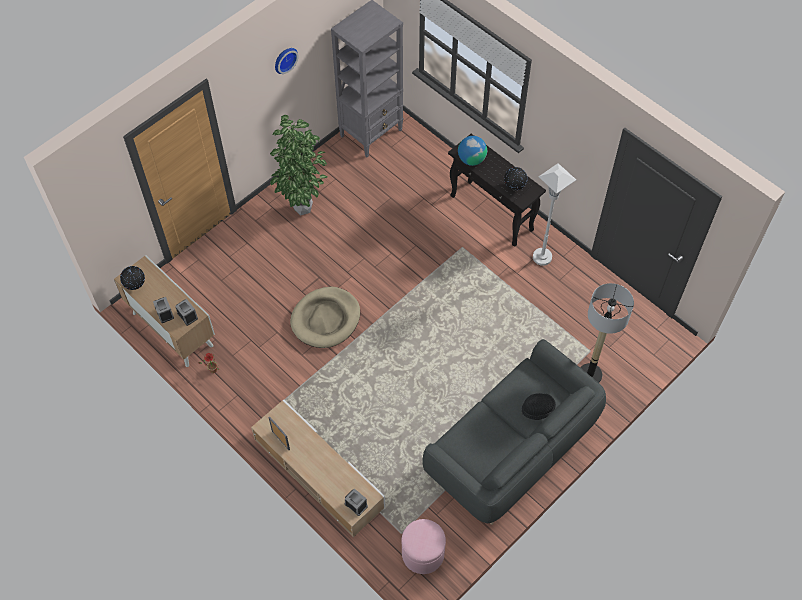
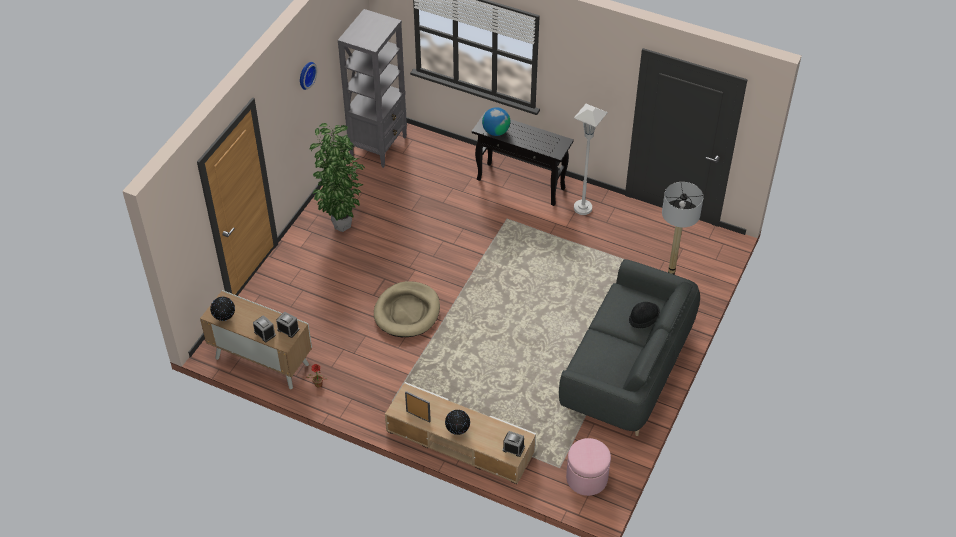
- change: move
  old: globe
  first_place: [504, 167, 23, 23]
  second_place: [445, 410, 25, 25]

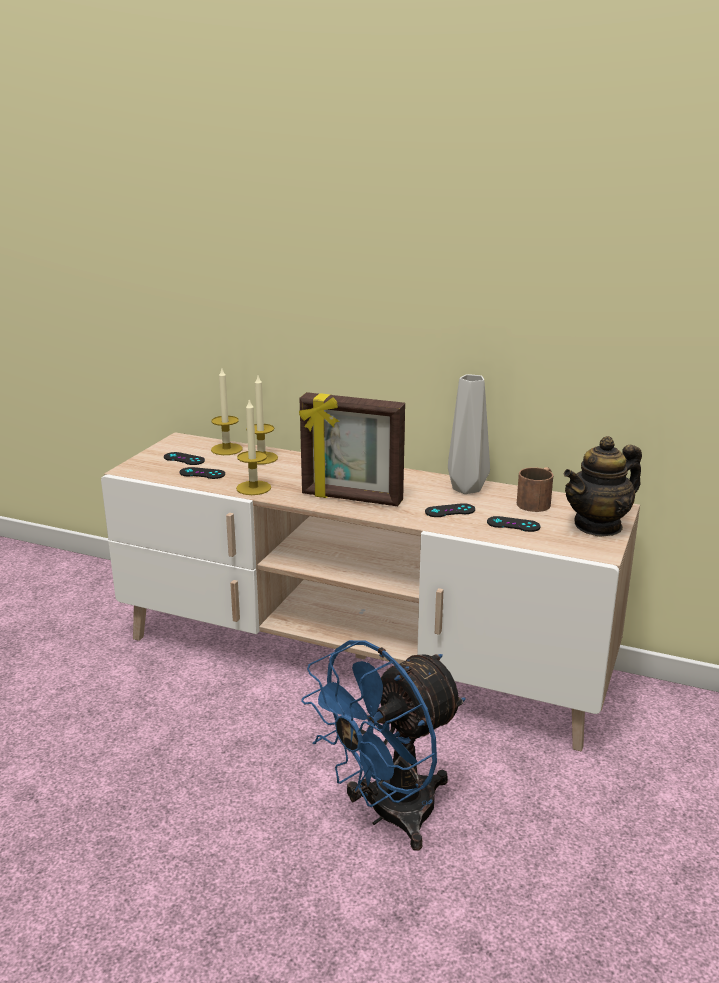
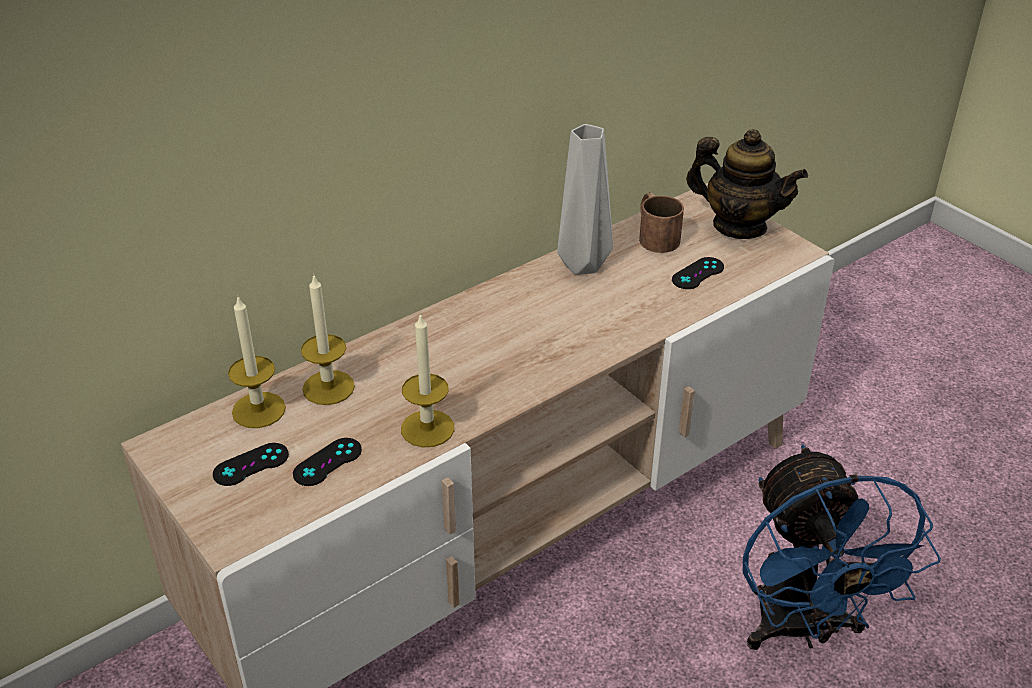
- change: rotate
  old: teapot
  first_place: [564, 436, 78, 101]
  second_place: [686, 129, 122, 110]
  degrees: -60
- change: delete
  old: picture frame
  first_place: [299, 392, 106, 114]
- change: delete
  old: black game controller
  first_place: [425, 503, 50, 14]

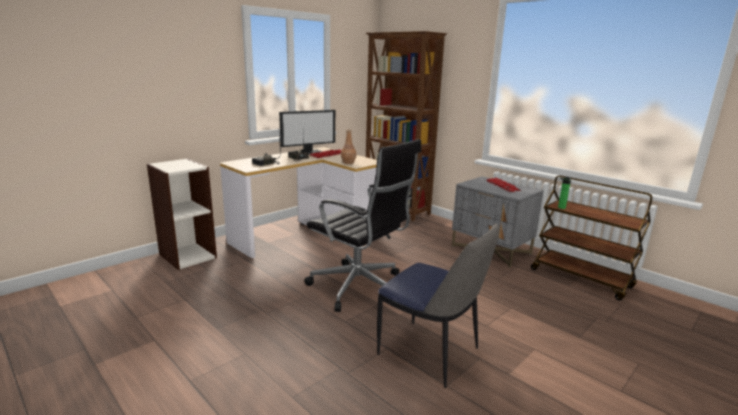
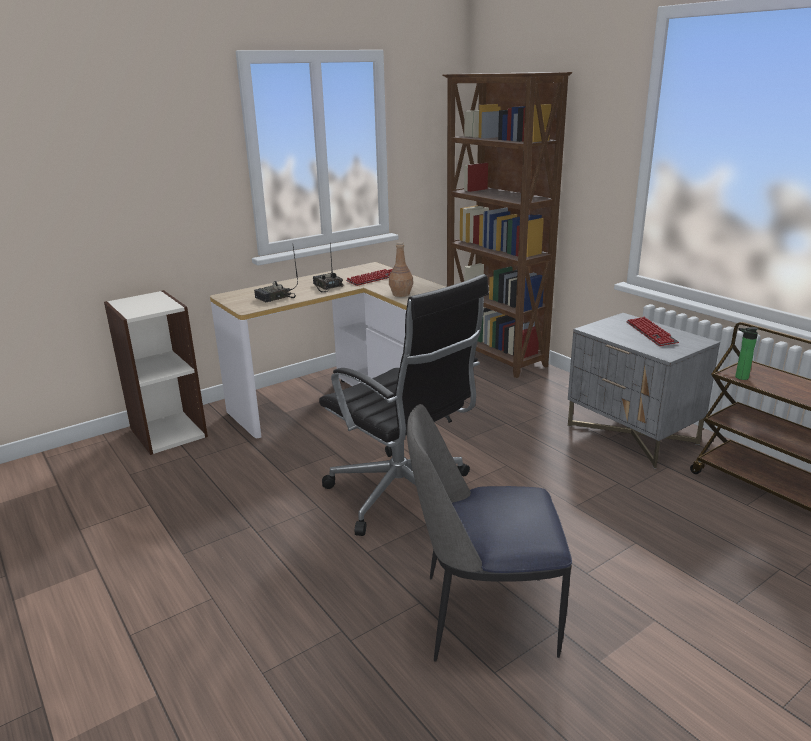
- change: rotate
  old: chair
  first_place: [377, 223, 122, 165]
  second_place: [407, 404, 165, 257]
  degrees: 135
- change: delete
  old: monitor
  first_place: [279, 110, 56, 44]

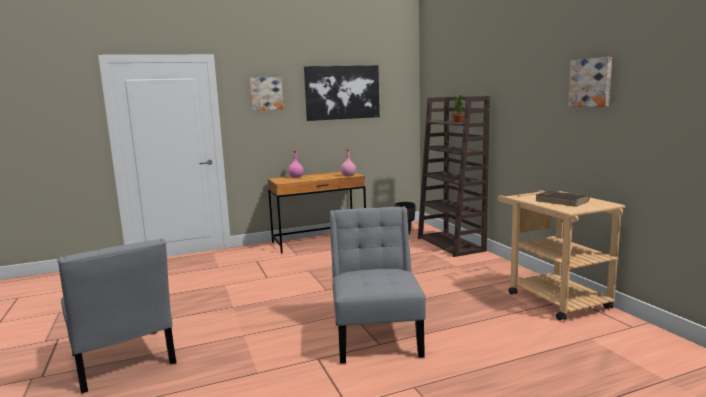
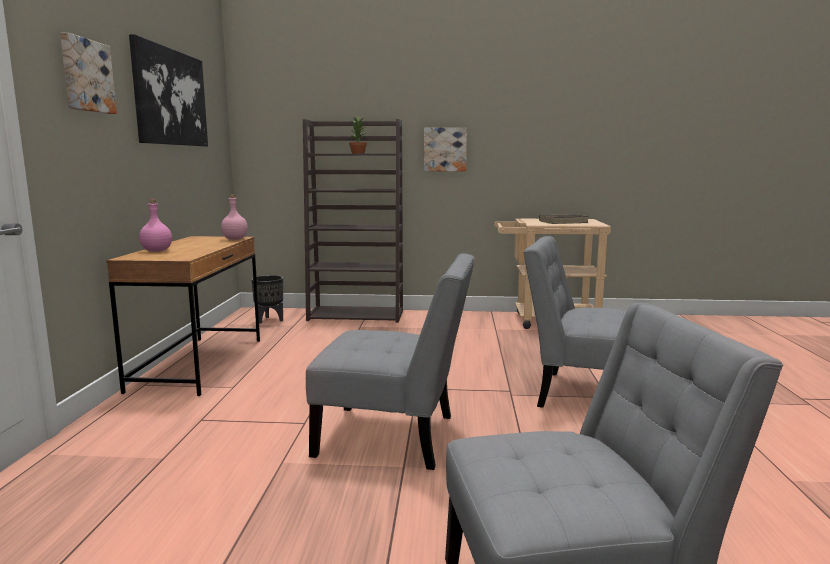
- change: insert
  new: grey chair
  second_place: [306, 253, 169, 217]
- change: move
  old: picture
  first_place: [568, 57, 44, 50]
  second_place: [424, 127, 43, 44]

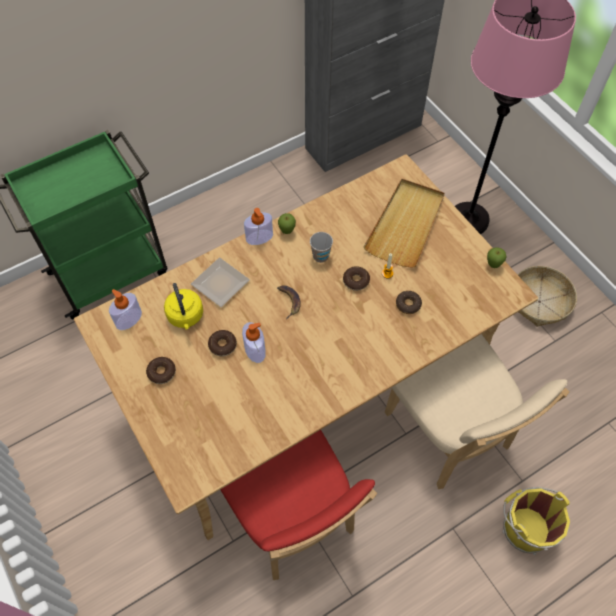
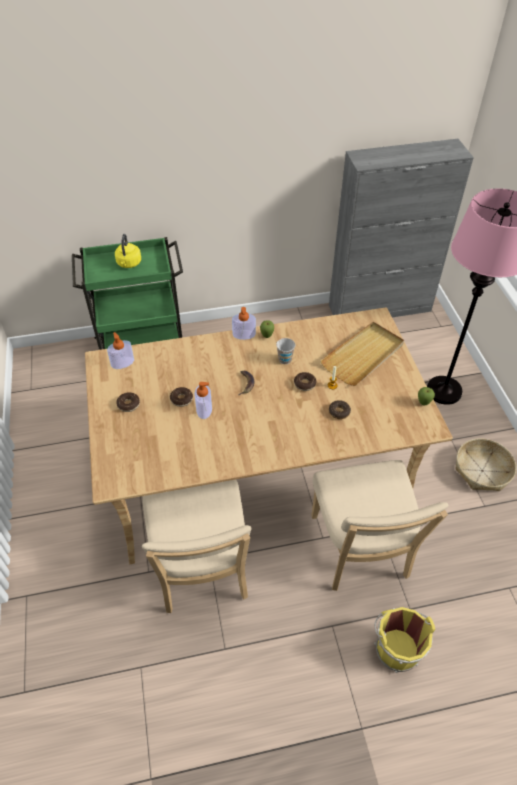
- change: move
  old: yellow kettle
  first_place: [164, 283, 39, 46]
  second_place: [115, 234, 26, 34]
- change: recolor
  old: red chair
  new: beige chair
  first_place: [220, 430, 157, 150]
  second_place: [142, 479, 110, 134]
- change: delete
  old: plate
  first_place: [191, 258, 59, 49]

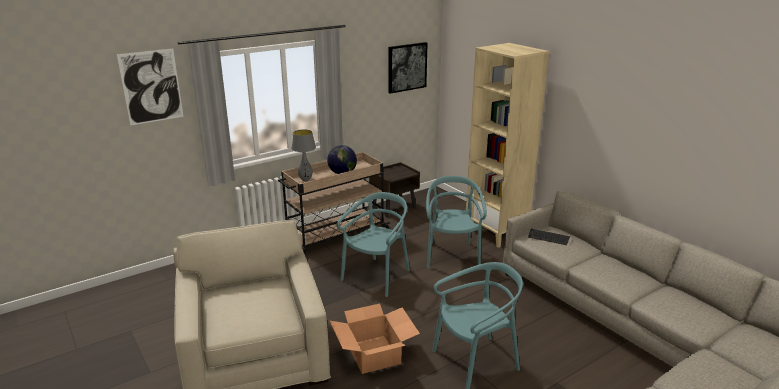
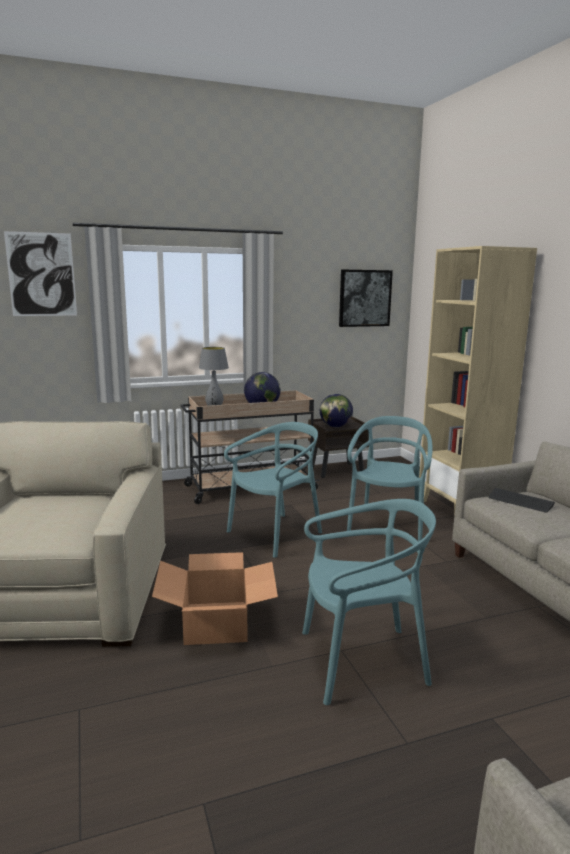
- change: insert
  new: globe
  second_place: [320, 394, 33, 33]

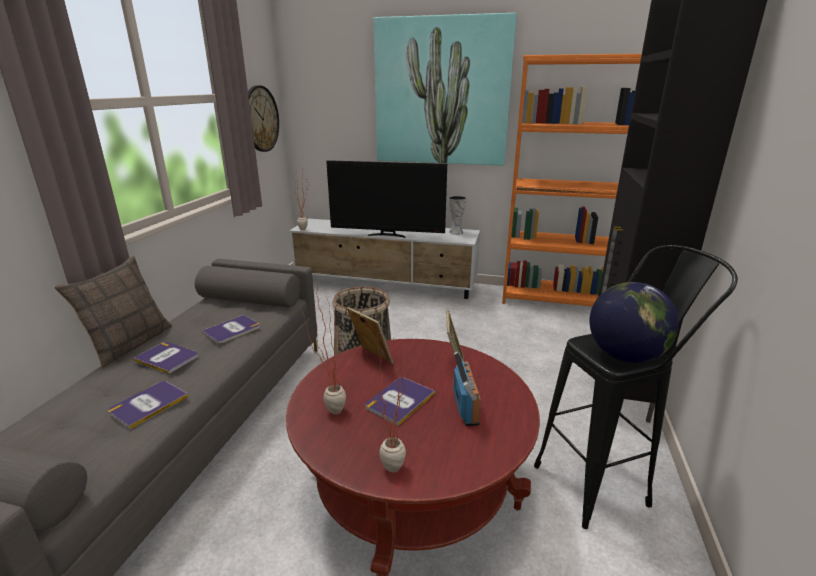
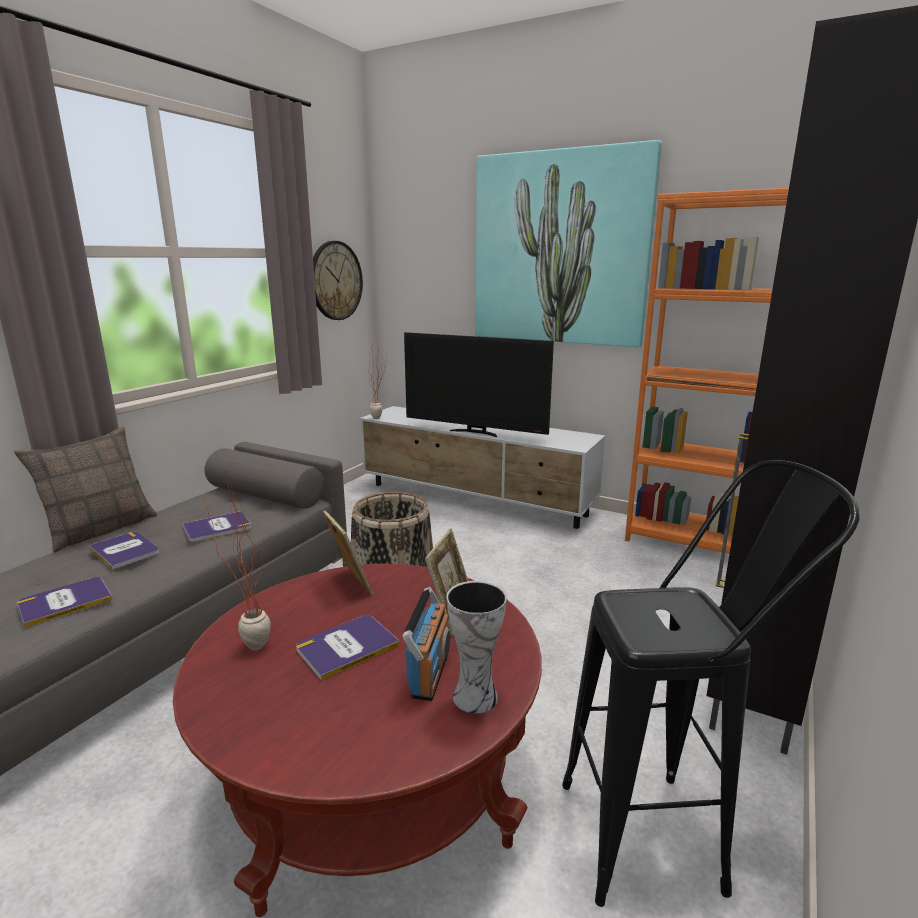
- change: move
  old: vase
  first_place: [449, 196, 18, 39]
  second_place: [447, 581, 60, 132]
- change: delete
  old: potted plant
  first_place: [360, 330, 46, 142]
- change: delete
  old: globe
  first_place: [589, 282, 90, 81]

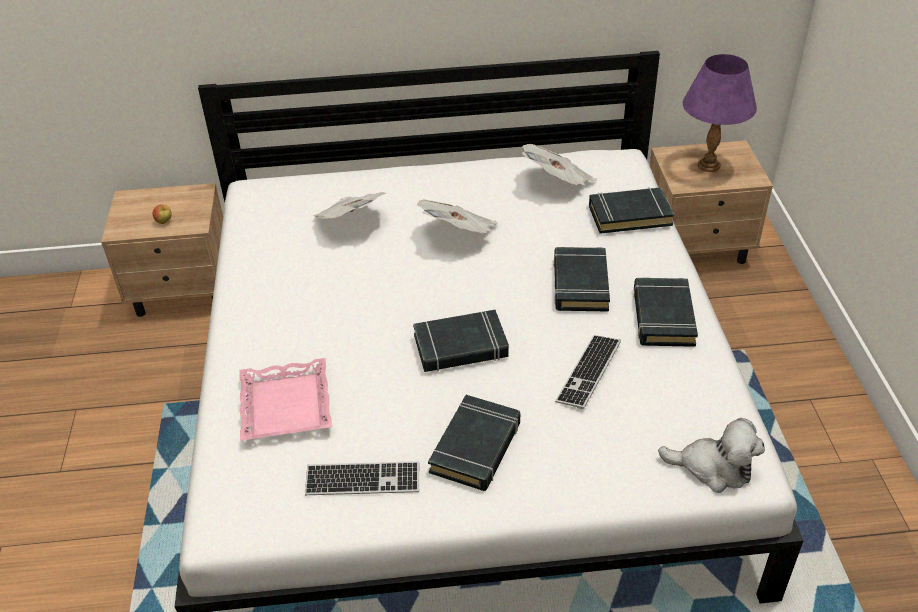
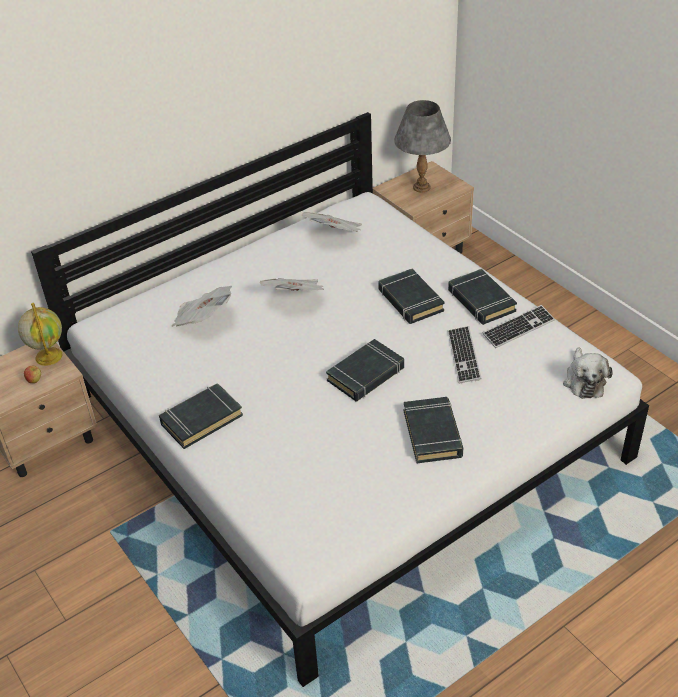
- change: insert
  new: globe
  second_place: [18, 303, 45, 63]
- change: move
  old: black book
  first_place: [589, 187, 86, 47]
  second_place: [159, 383, 84, 66]
- change: recolor
  old: purple table lamp
  new: grey table lamp
  first_place: [683, 54, 74, 118]
  second_place: [394, 100, 57, 93]
- change: move
  old: keyboard
  first_place: [305, 461, 114, 34]
  second_place: [482, 305, 73, 43]
- change: rotate
  old: plush toy
  first_place: [658, 418, 107, 75]
  second_place: [563, 347, 50, 52]
  degrees: 105
- change: delete
  old: pink tray
  first_place: [239, 358, 93, 83]

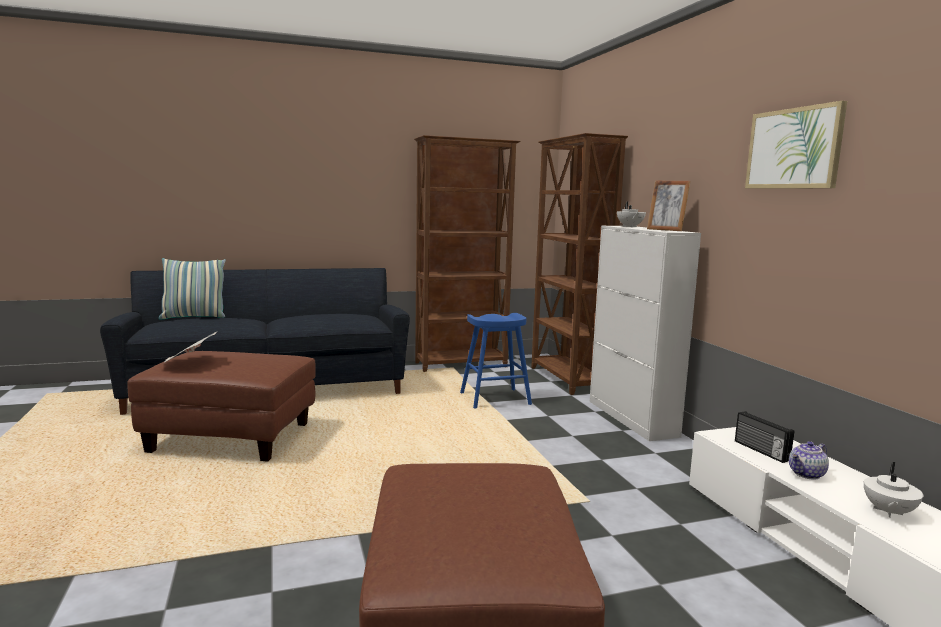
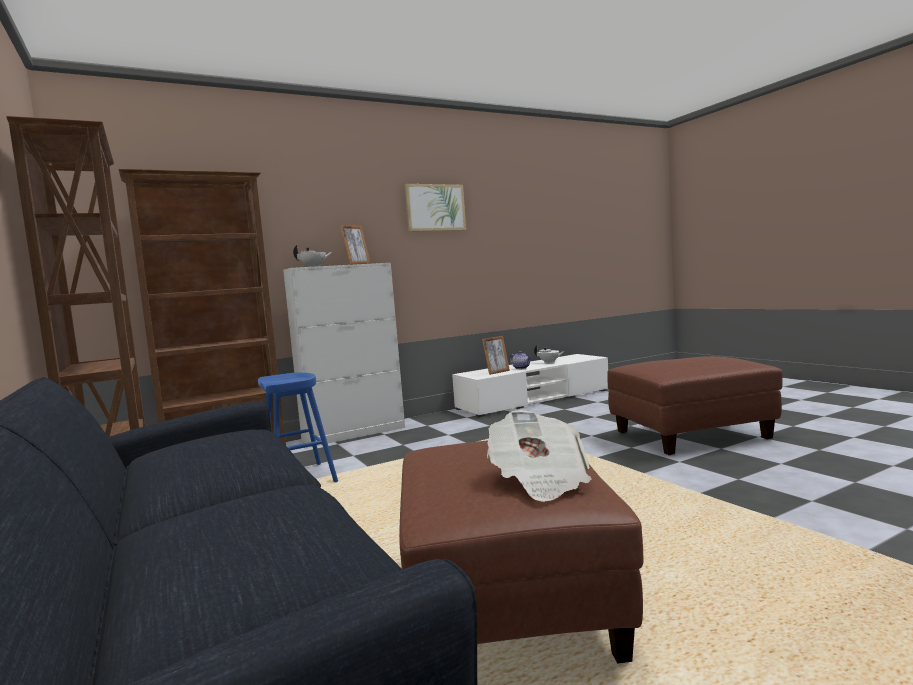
- change: replace
  old: radio
  new: picture frame
  first_place: [735, 411, 59, 52]
  second_place: [482, 336, 28, 39]
- change: delete
  old: pillow
  first_place: [159, 258, 67, 62]

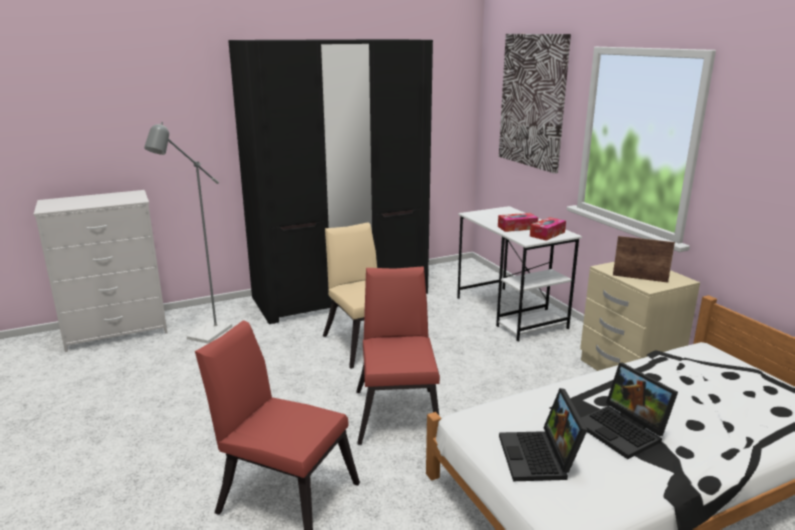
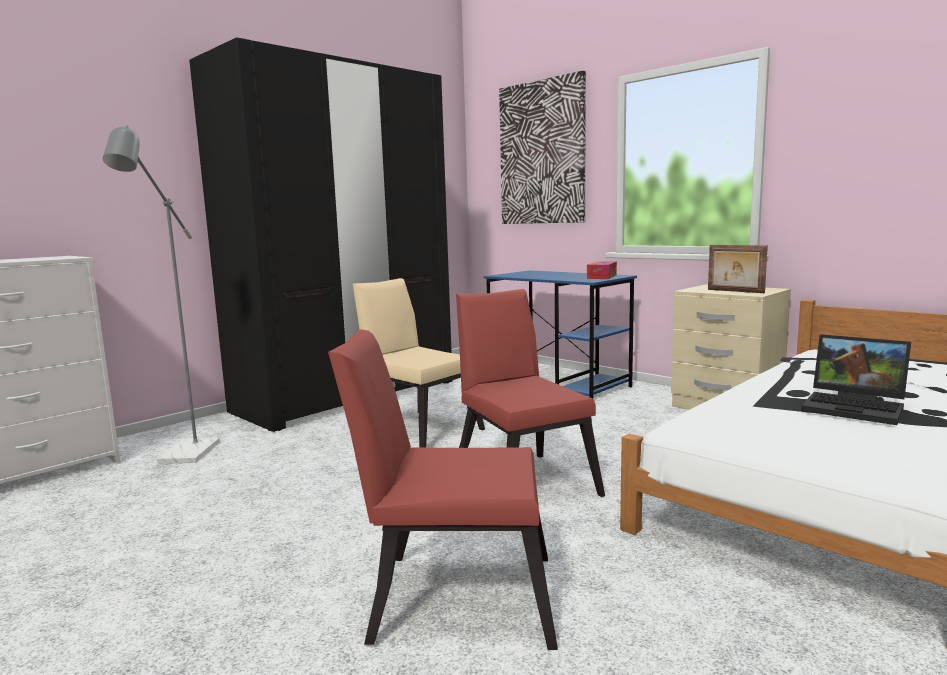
- change: recolor
  old: white desk
  new: blue desk
  first_place: [457, 206, 125, 136]
  second_place: [484, 270, 153, 129]
- change: rotate
  old: picture frame
  first_place: [613, 236, 62, 47]
  second_place: [708, 245, 60, 48]
  degrees: -135
- change: delete
  old: tissue box
  first_place: [498, 213, 40, 19]
- change: delete
  old: laptop
  first_place: [499, 388, 88, 93]

